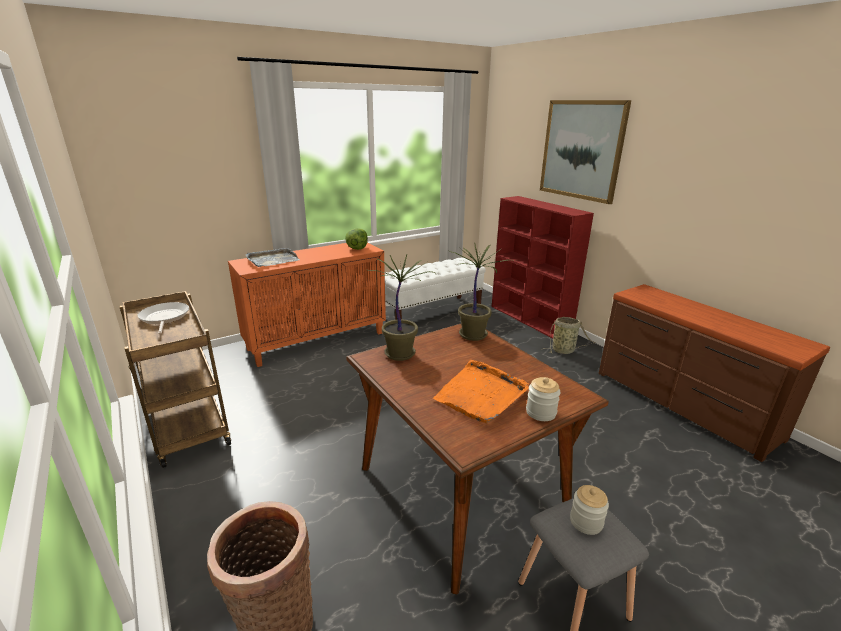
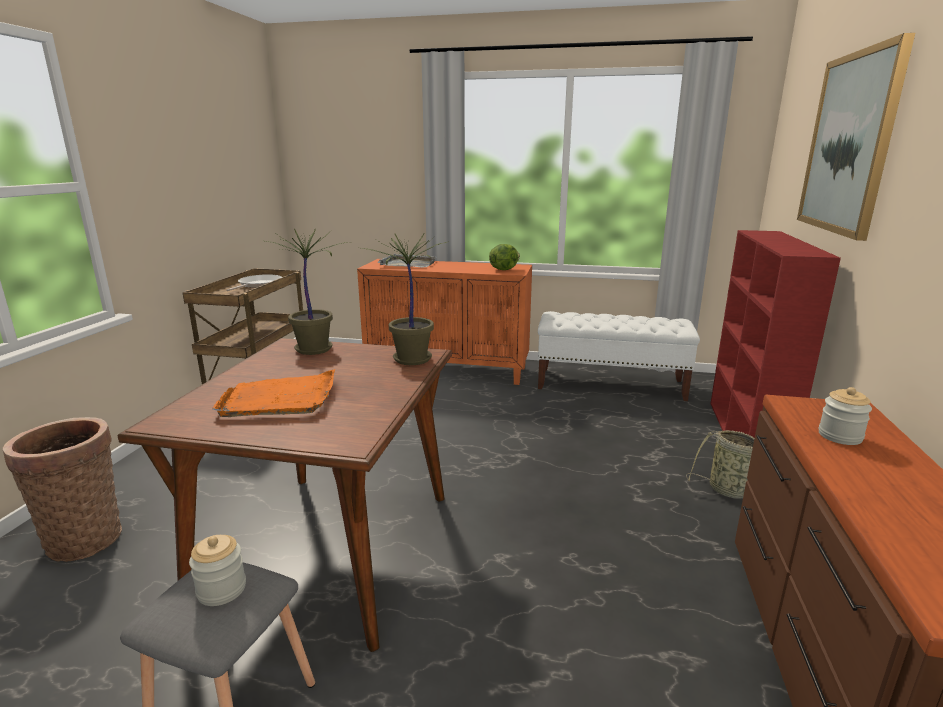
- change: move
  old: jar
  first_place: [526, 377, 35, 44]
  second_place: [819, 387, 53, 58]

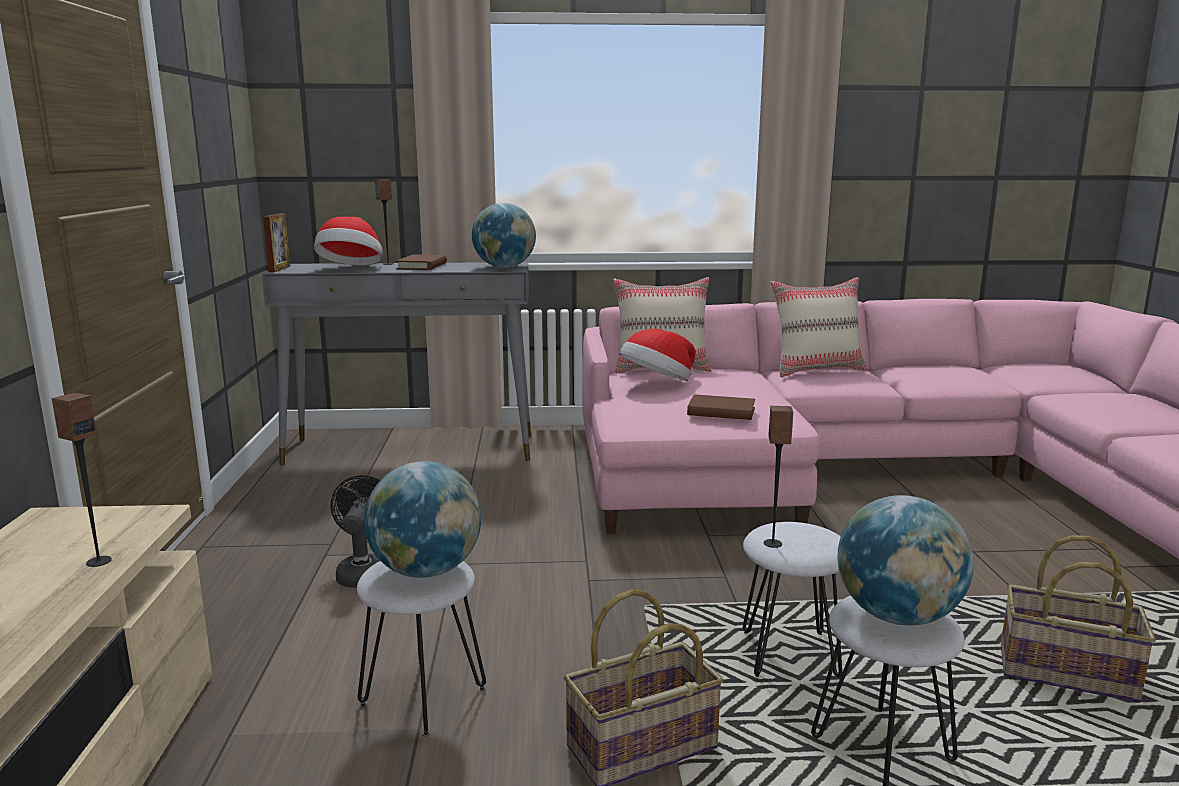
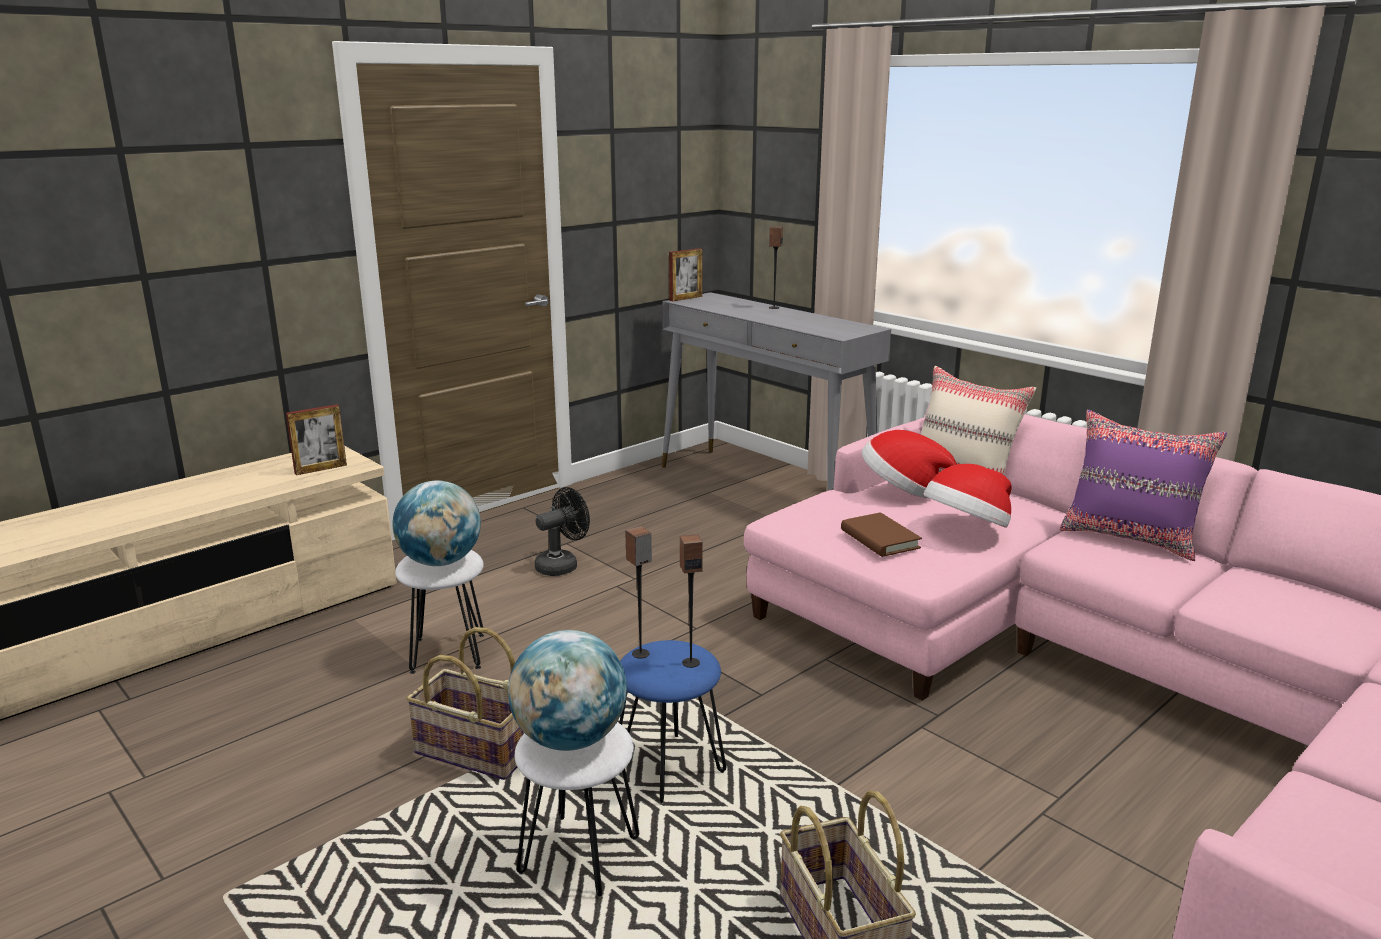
- change: insert
  new: picture frame
  second_place: [286, 404, 61, 71]
- change: recolor
  old: white stool
  new: blue stool
  first_place: [743, 522, 100, 157]
  second_place: [619, 640, 107, 164]
- change: move
  old: speaker
  first_place: [52, 393, 60, 174]
  second_place: [680, 534, 23, 134]
- change: move
  old: hat
  first_place: [314, 217, 69, 49]
  second_place: [923, 464, 89, 64]
- change: recolor
  old: beige pillow
  new: purple pillow
  first_place: [770, 277, 98, 100]
  second_place: [1060, 410, 167, 151]
- change: delete
  old: brown book
  first_place: [396, 254, 51, 16]
- change: delete
  old: globe
  first_place: [472, 203, 64, 65]

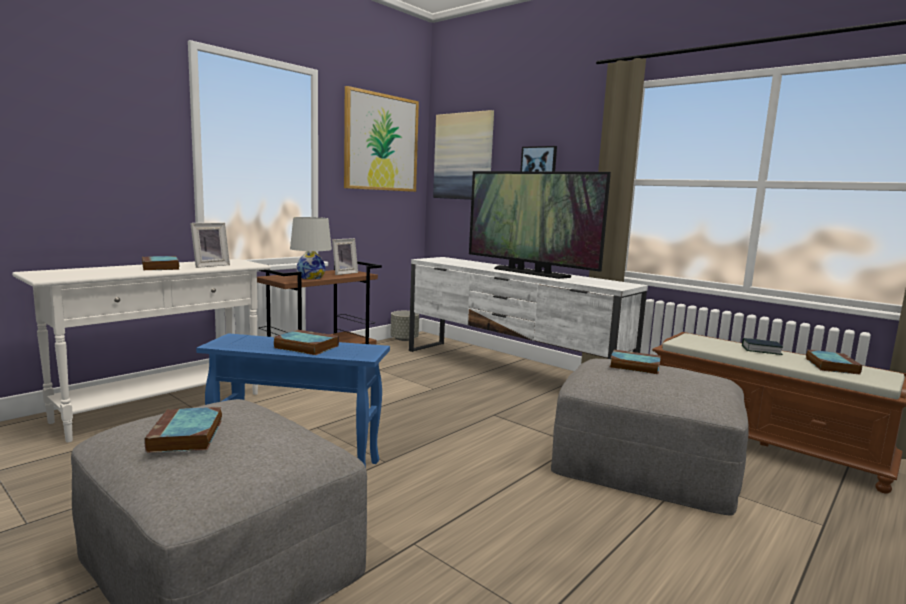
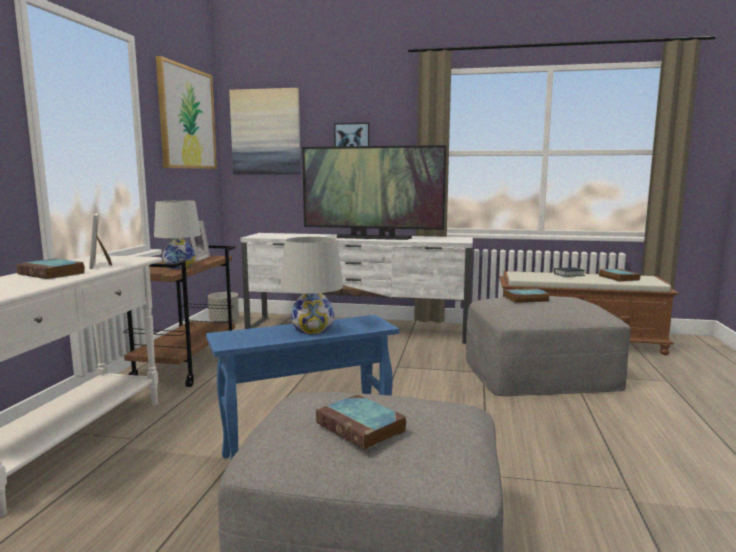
- change: rotate
  old: picture frame
  first_place: [190, 222, 40, 46]
  second_place: [89, 213, 23, 56]
  degrees: 150
- change: replace
  old: book
  new: white table lamp
  first_place: [274, 330, 65, 25]
  second_place: [281, 237, 62, 97]

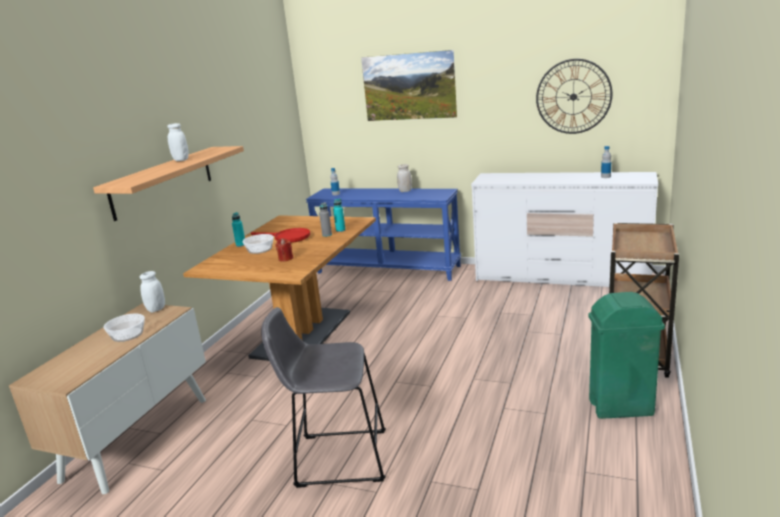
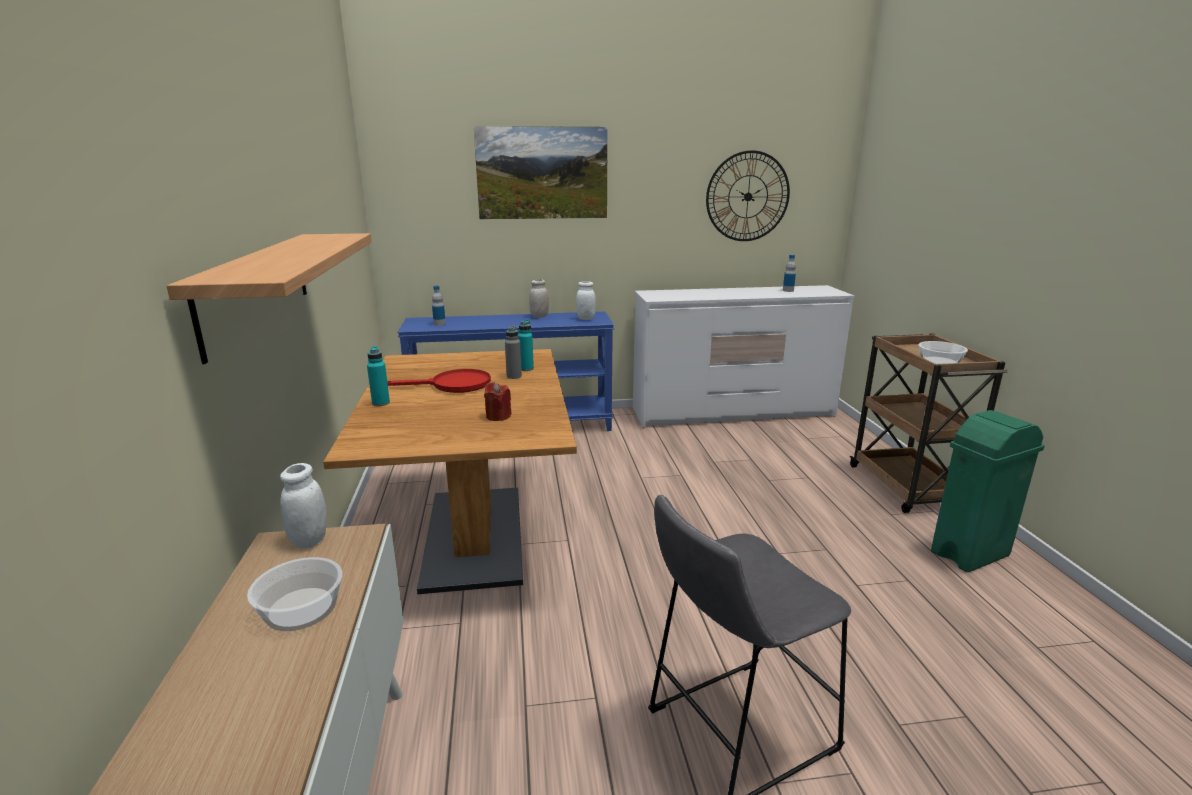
- change: move
  old: white jar
  first_place: [167, 123, 22, 38]
  second_place: [576, 281, 20, 39]
- change: move
  old: bowl
  first_place: [243, 234, 31, 20]
  second_place: [919, 341, 49, 23]

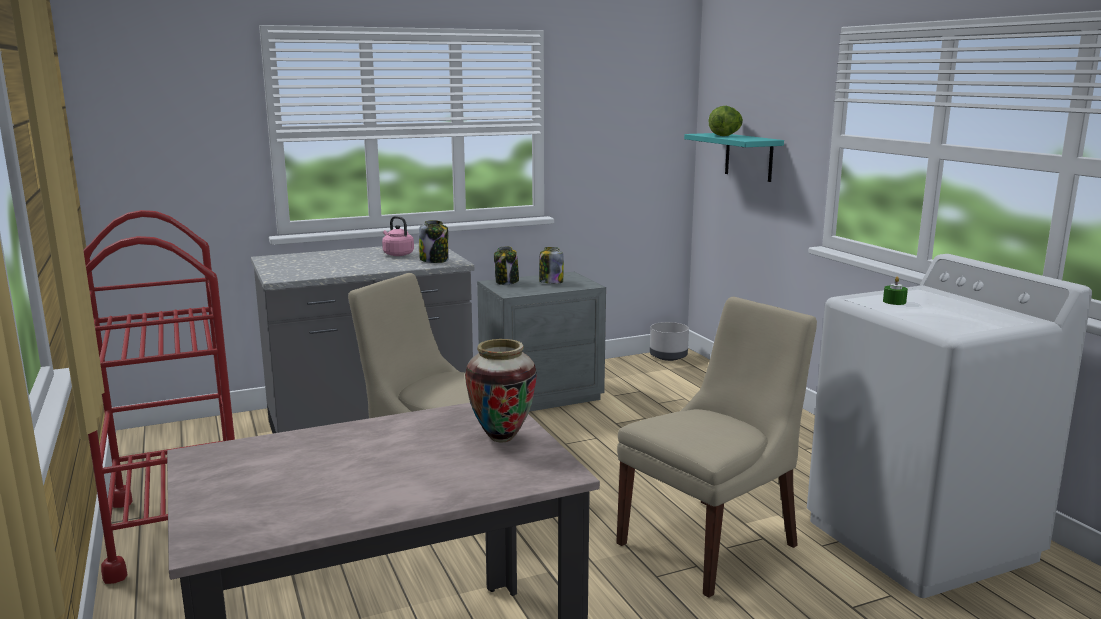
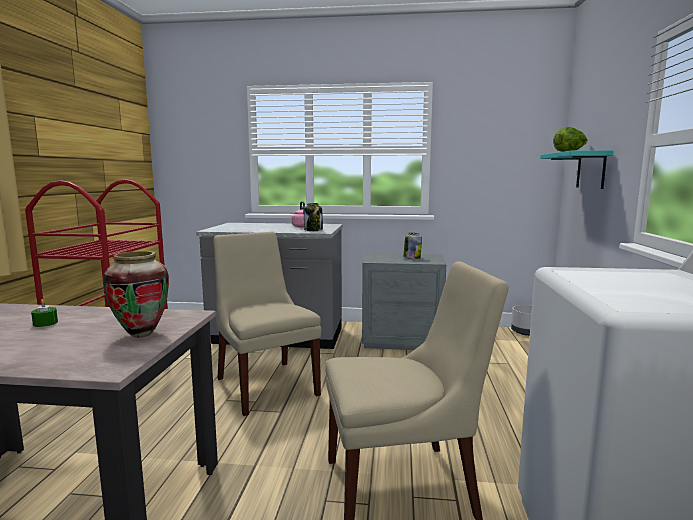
- change: move
  old: green candle
  first_place: [883, 277, 25, 28]
  second_place: [31, 299, 27, 28]
- change: delete
  old: jar
  first_place: [494, 246, 25, 39]

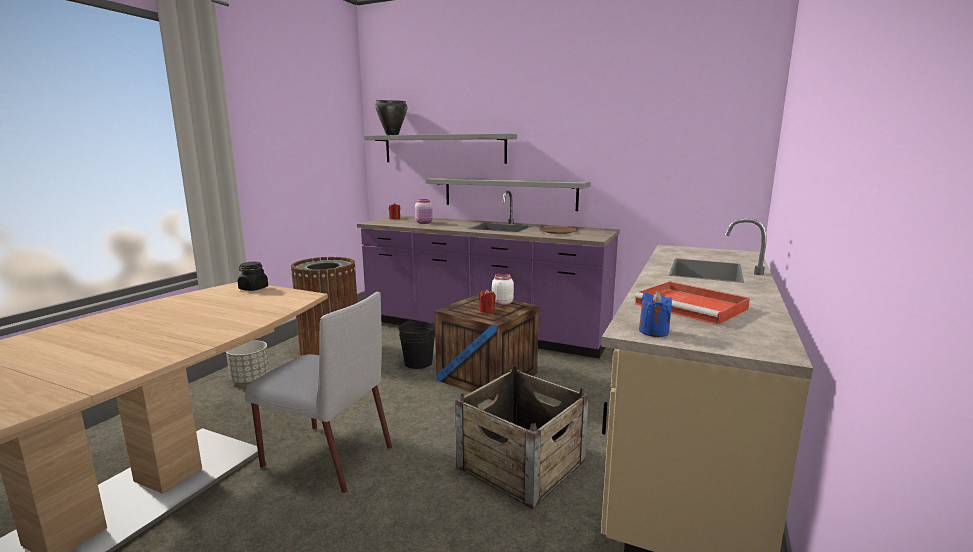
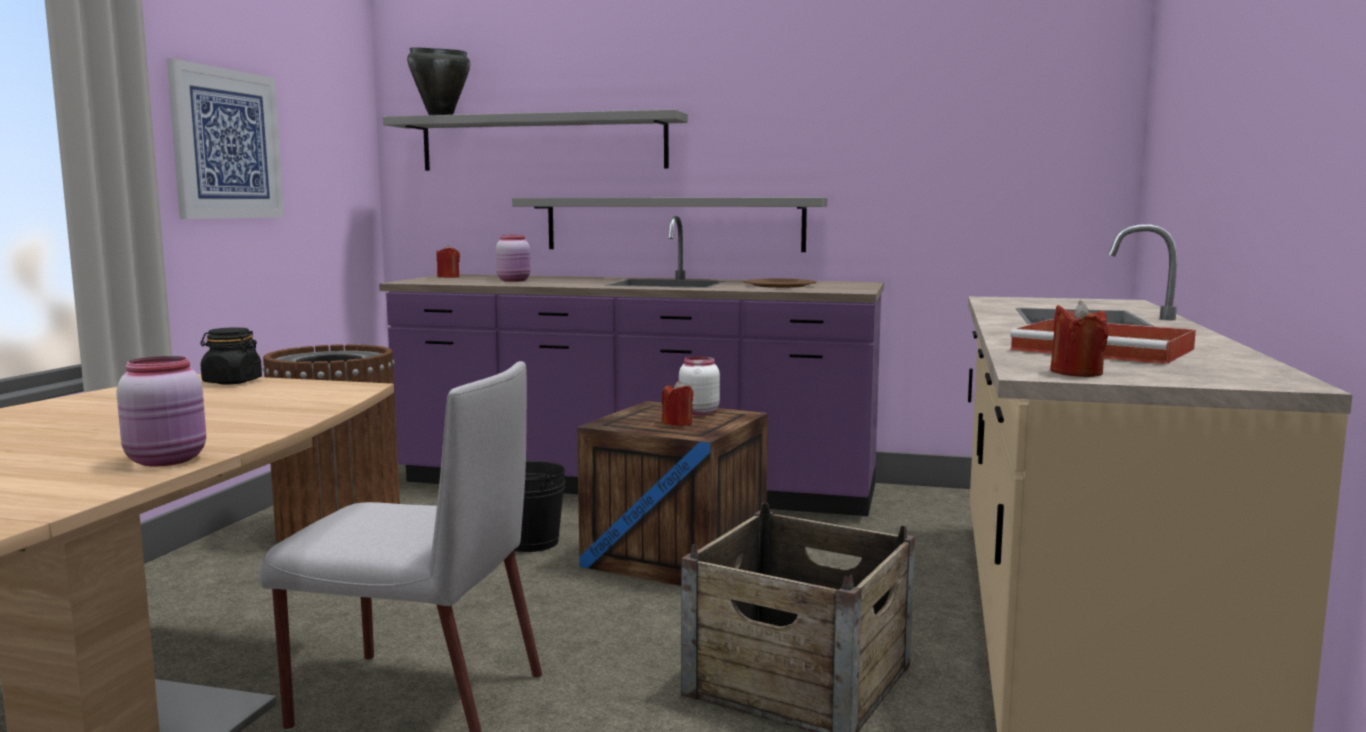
- change: insert
  new: pink jar
  second_place: [117, 356, 89, 110]
- change: insert
  new: picture
  second_place: [167, 59, 117, 160]
- change: recolor
  old: blue candle
  new: red candle
  first_place: [639, 291, 33, 46]
  second_place: [1050, 300, 58, 77]
- change: delete
  old: grey planter
  first_place: [226, 341, 44, 43]

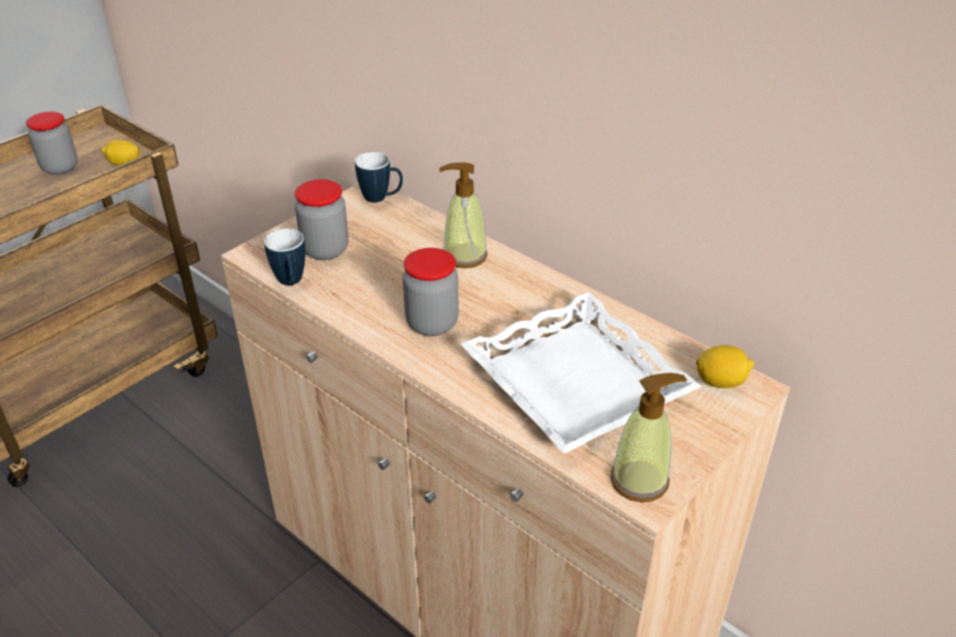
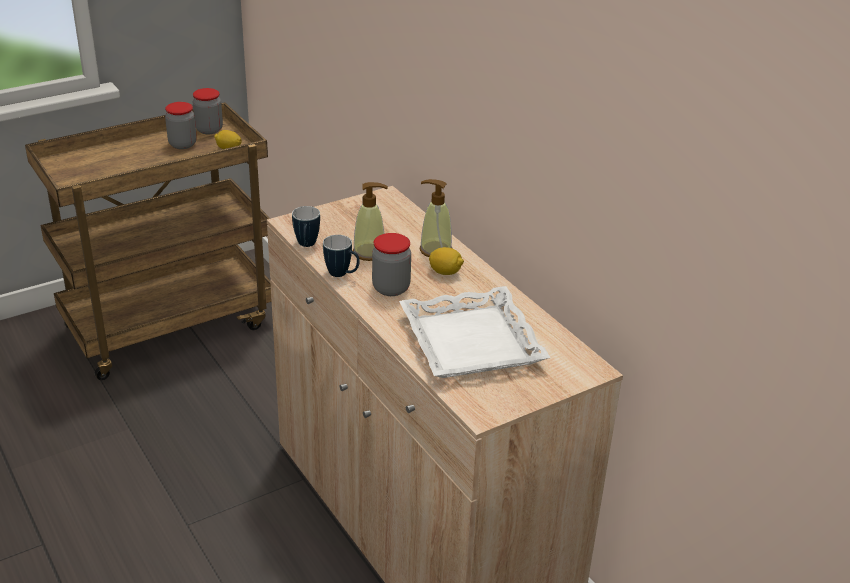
- change: move
  old: jar
  first_place: [295, 179, 54, 81]
  second_place: [193, 88, 30, 46]
- change: move
  old: mug
  first_place: [355, 152, 48, 51]
  second_place: [323, 235, 37, 42]
- change: move
  old: soap dispenser
  first_place: [610, 373, 77, 129]
  second_place: [353, 182, 35, 79]
- change: move
  old: lemon
  first_place: [696, 345, 59, 43]
  second_place: [429, 247, 35, 28]

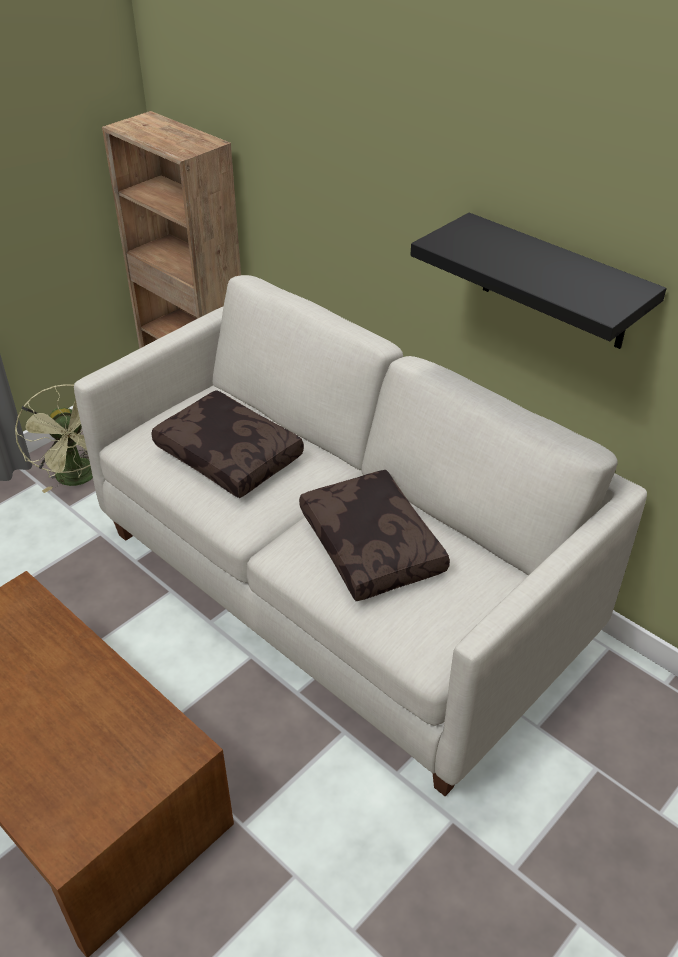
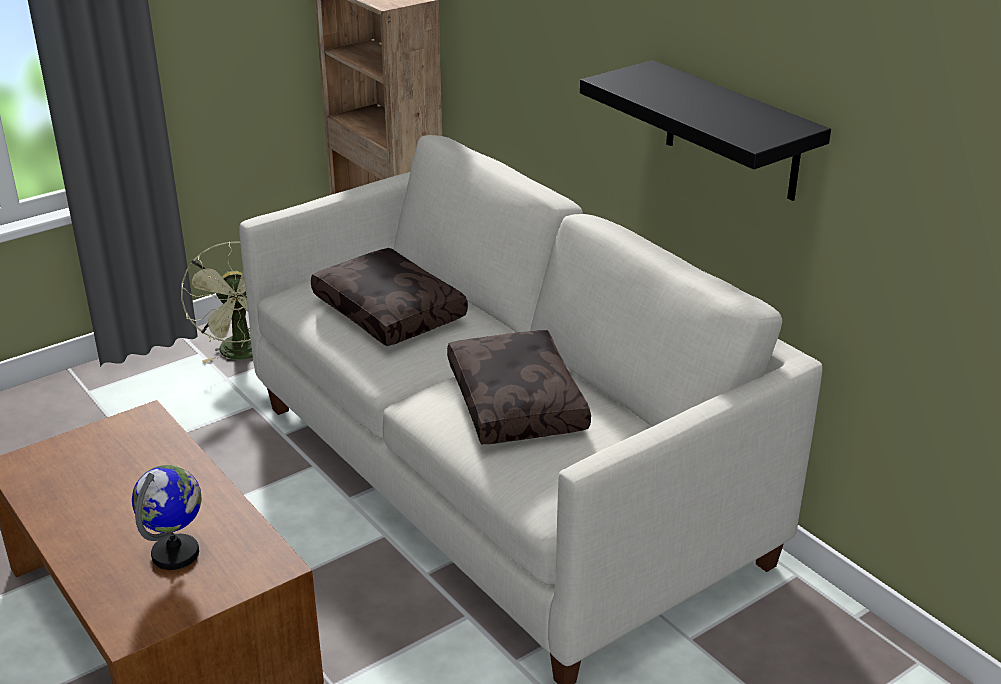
- change: insert
  new: globe
  second_place: [132, 465, 70, 105]

